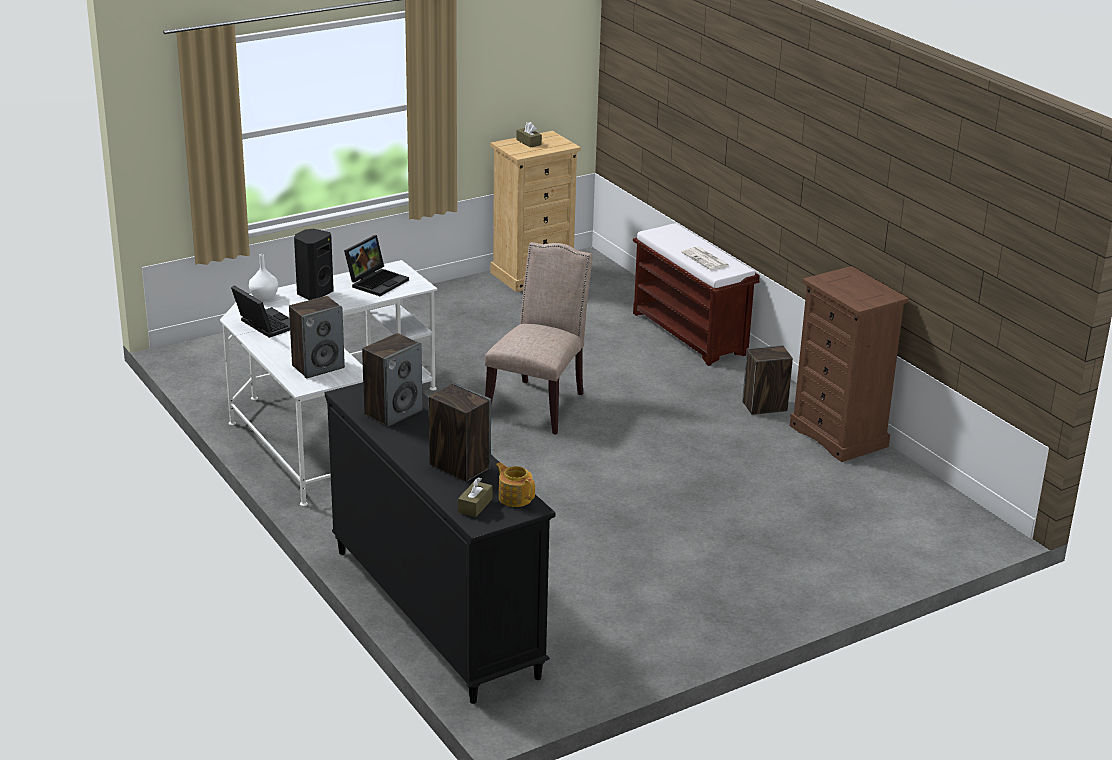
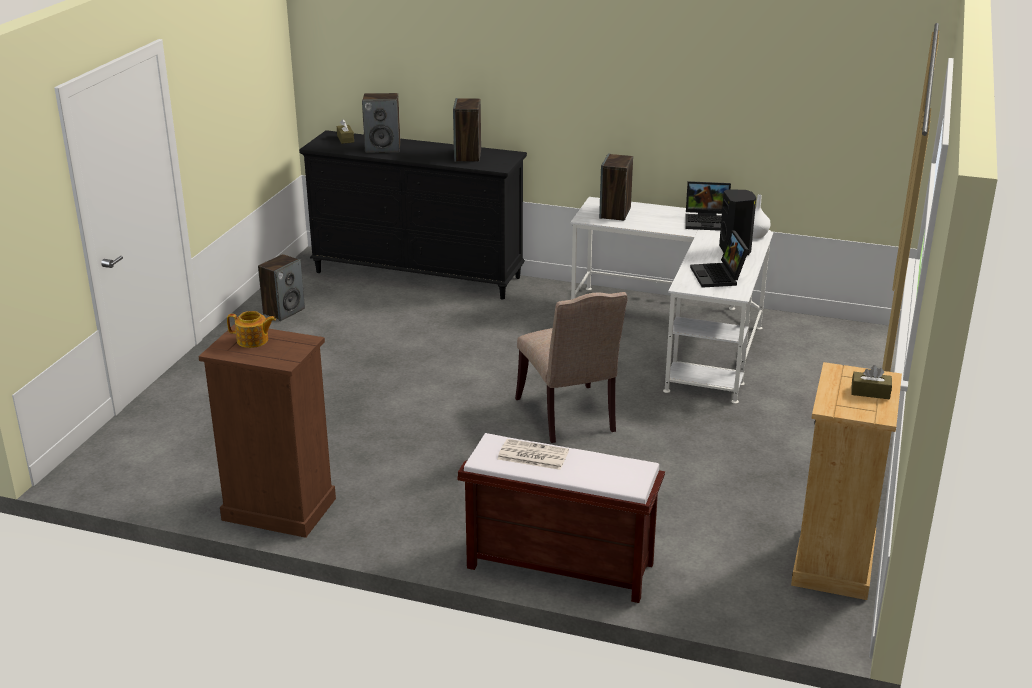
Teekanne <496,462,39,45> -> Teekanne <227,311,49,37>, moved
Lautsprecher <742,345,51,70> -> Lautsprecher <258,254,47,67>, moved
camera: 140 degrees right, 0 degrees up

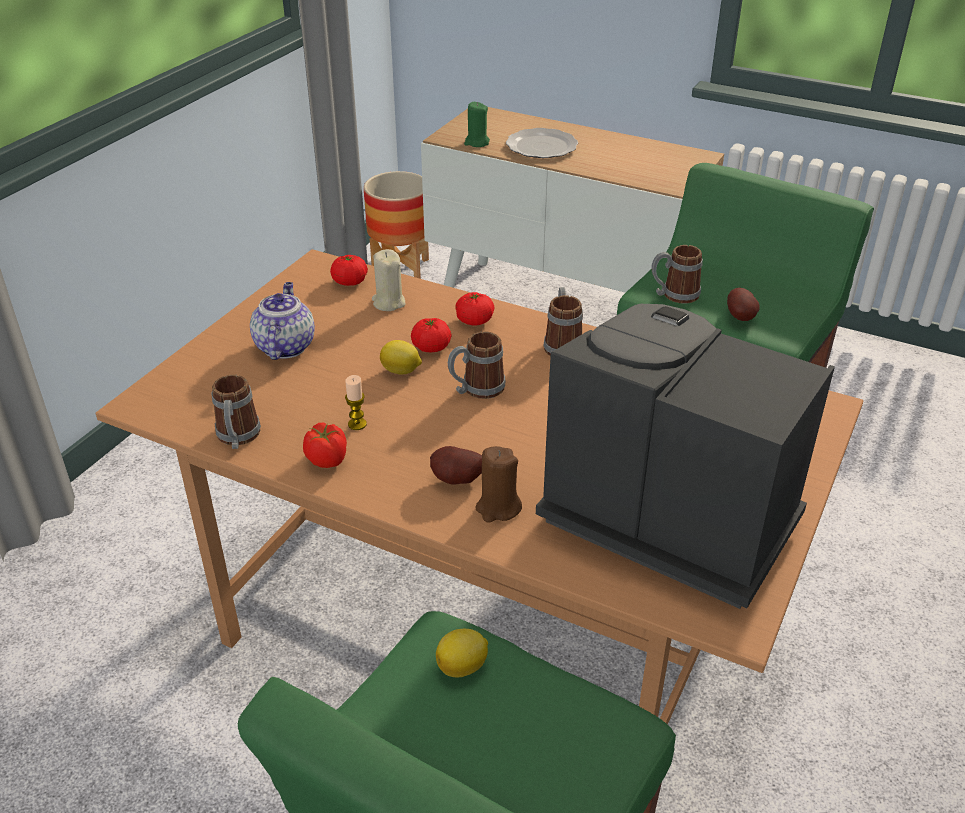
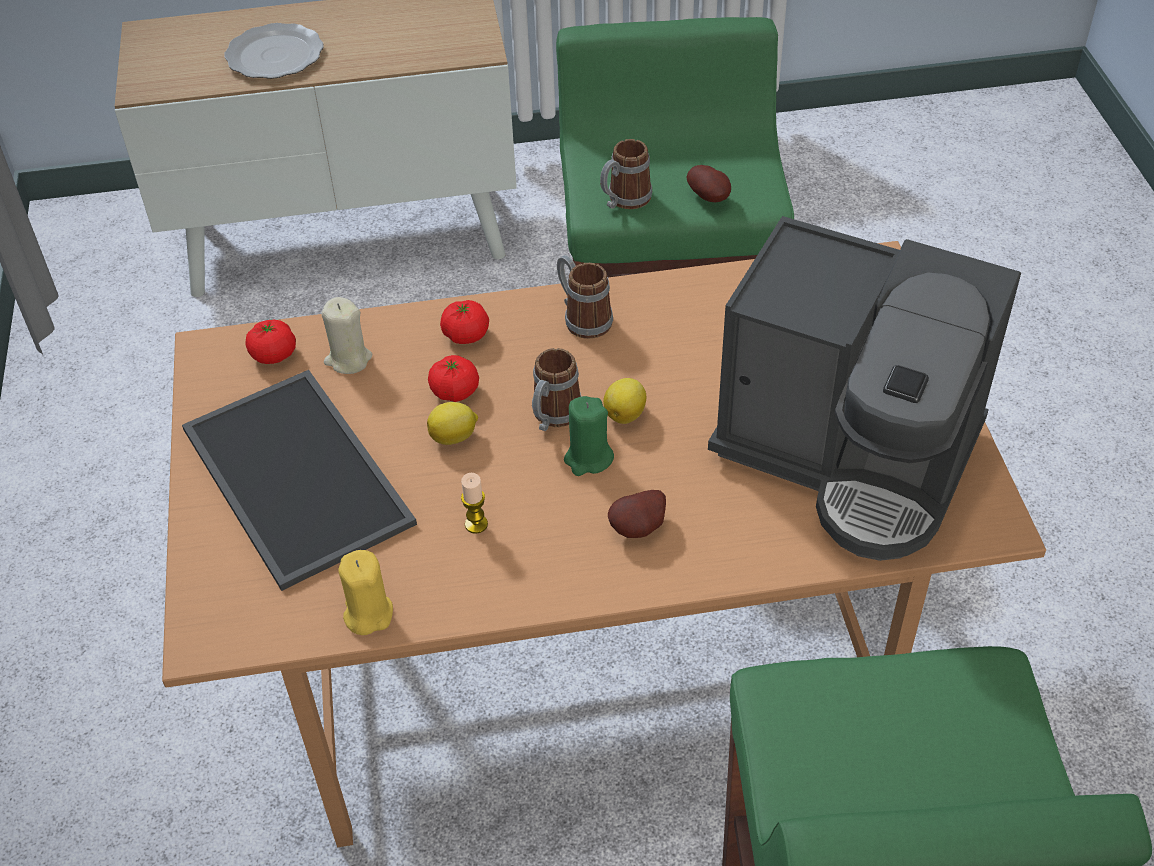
Tomate <303,423,44,45> -> none
Pflanzkübel <364,171,65,108> -> none
Kerze (braun) <475,446,47,77> -> none
Zitrone <436,629,52,48> -> Zitrone <603,378,44,46>, moved
Kerze (grün) <464,102,26,45> -> Kerze (grün) <564,396,50,80>, moved
Henkelbecher <211,374,50,75> -> Kerze (gelb) <338,550,55,85>
Teekanne <250,282,65,78> -> Tablett <182,370,235,221>
Kaffeemaschine <536,304,299,305> -> Kaffeemaschine <708,216,313,345>, 150 degrees counterclockwise
camera: 35 degrees left, 10 degrees up

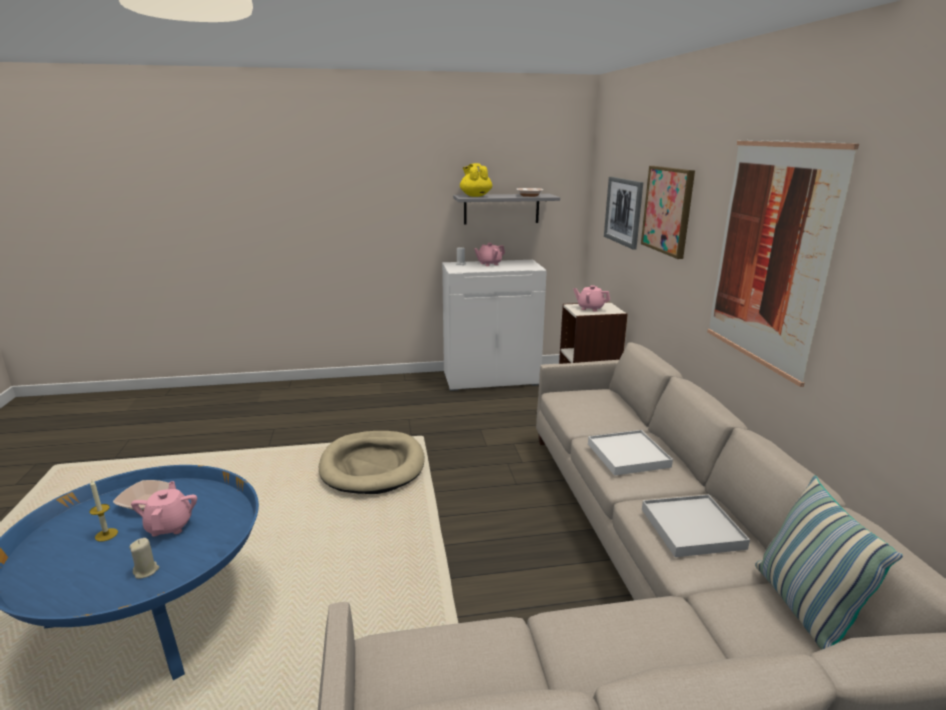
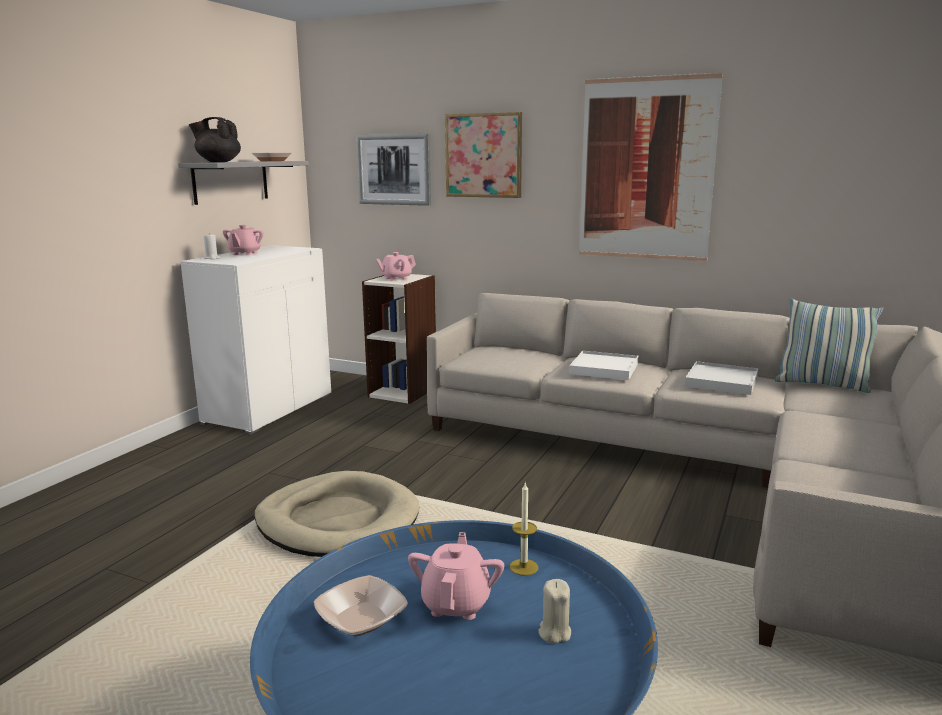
Kerze <89,479,29,63> -> Kerze <510,483,28,93>, moved
Teekanne (gelb) <460,163,32,34> -> Teekanne (schwarz) <189,117,52,45>
Teekanne (rosa) <131,481,66,56> -> Teekanne (rosa) <408,532,96,88>, 75 degrees clockwise
camera: 55 degrees left, 5 degrees down

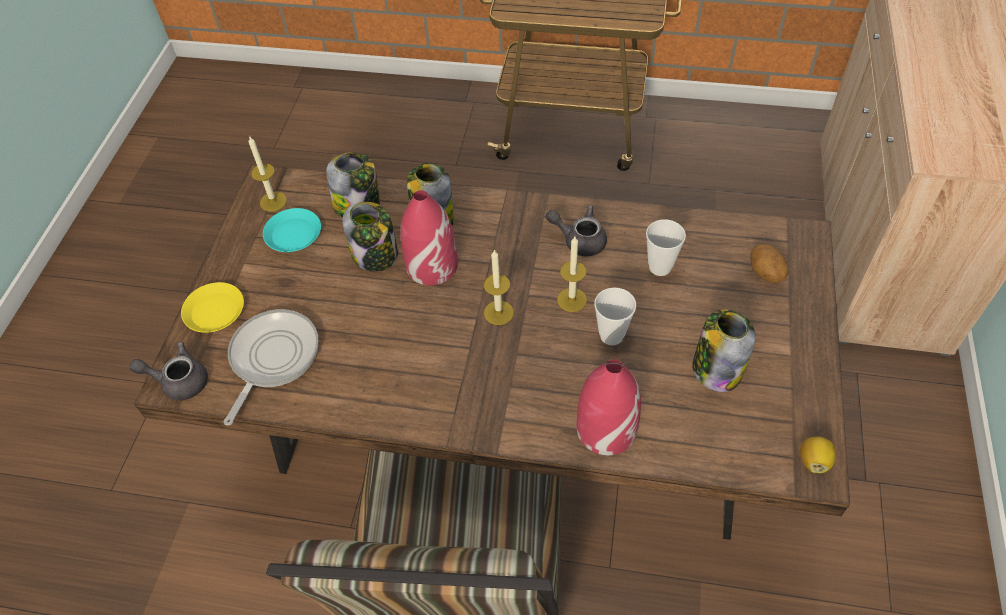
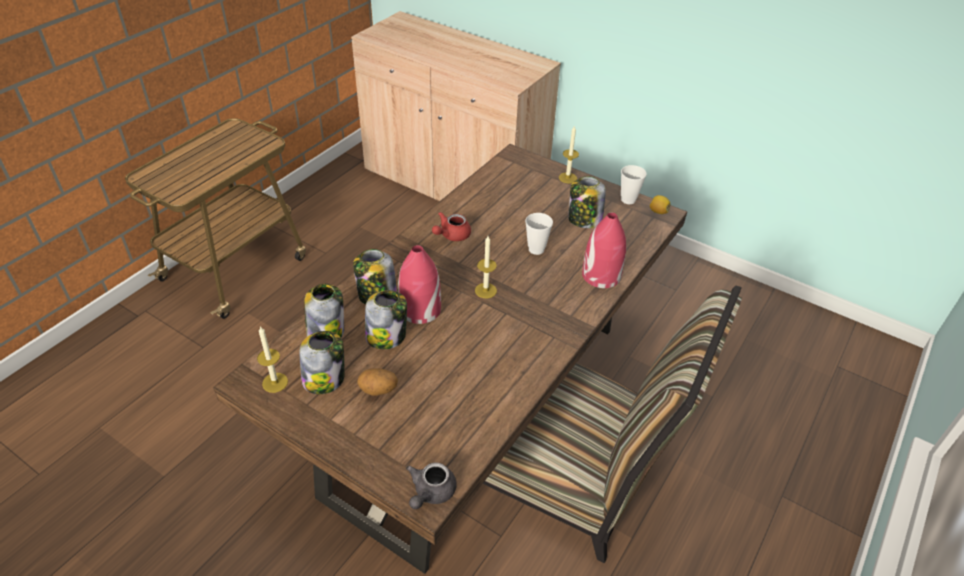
Teller (gelb) <181,282,63,51> -> none
Pfanne <224,309,94,117> -> none
Kerze <557,237,30,75> -> Kerze <559,125,20,58>, moved
Tasse <646,219,40,57> -> Tasse <621,165,26,39>, moved
Kartoffel <750,244,38,39> -> Kartoffel <357,368,41,28>, moved
Teller (türkis) <263,208,58,44> -> Vorratsglas <300,331,45,63>
Teekanne (grau) <546,205,61,52> -> Teekanne (rot) <432,212,39,29>
camera: 70 degrees left, 10 degrees down

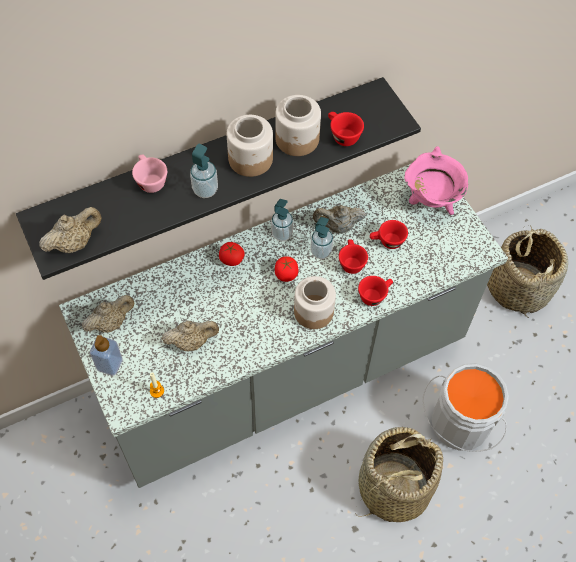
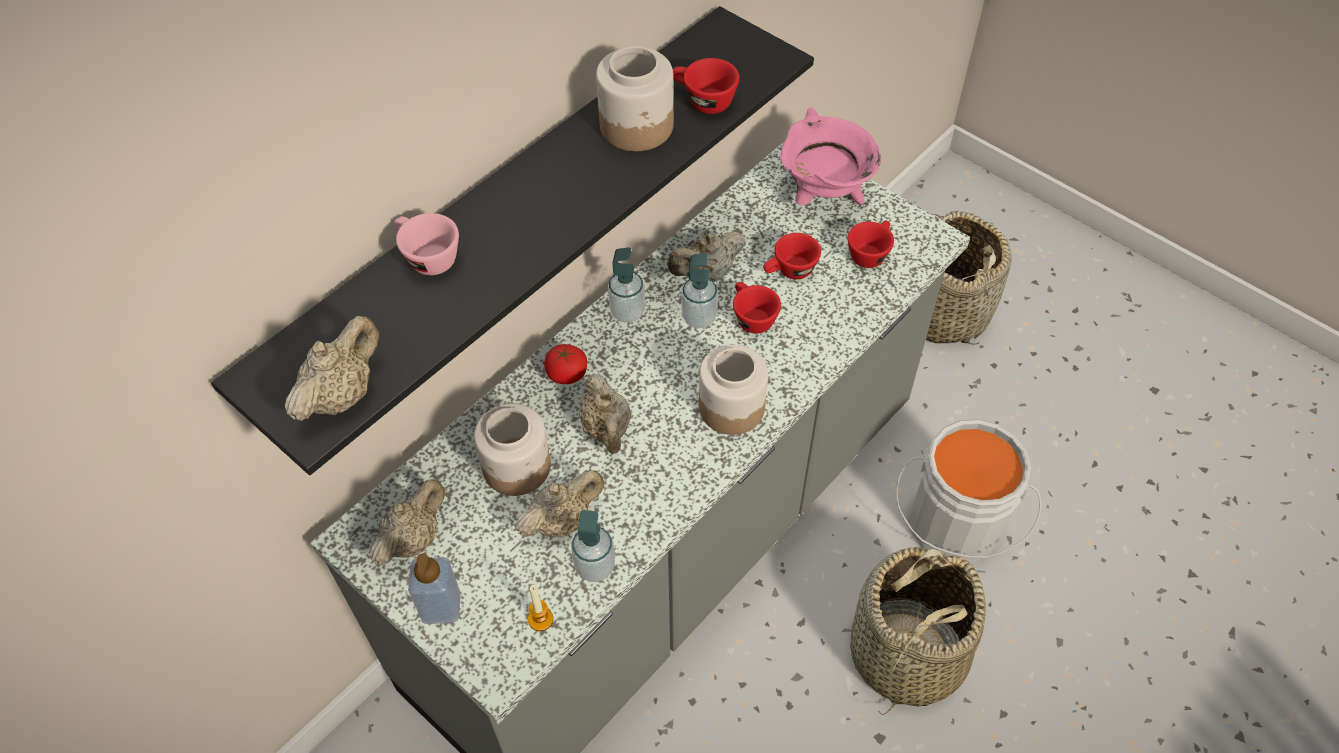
Tomate <275,256,23,26> -> none
none -> Teekanne (beige) <579,374,53,80>
Seifenspender <190,144,28,54> -> Seifenspender <571,510,44,72>, moved
Vorratsglas <227,115,46,62> -> Vorratsglas <474,403,77,93>, moved
Tasse (rot) <358,276,35,30> -> Tasse (rot) <848,220,46,48>, moved
camera: 20 degrees left, 5 degrees down

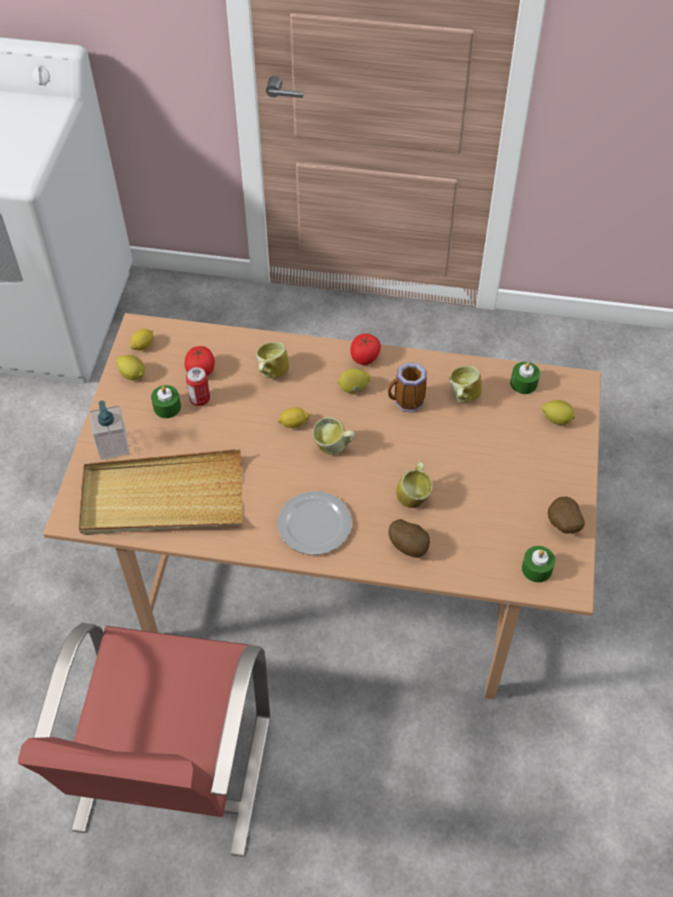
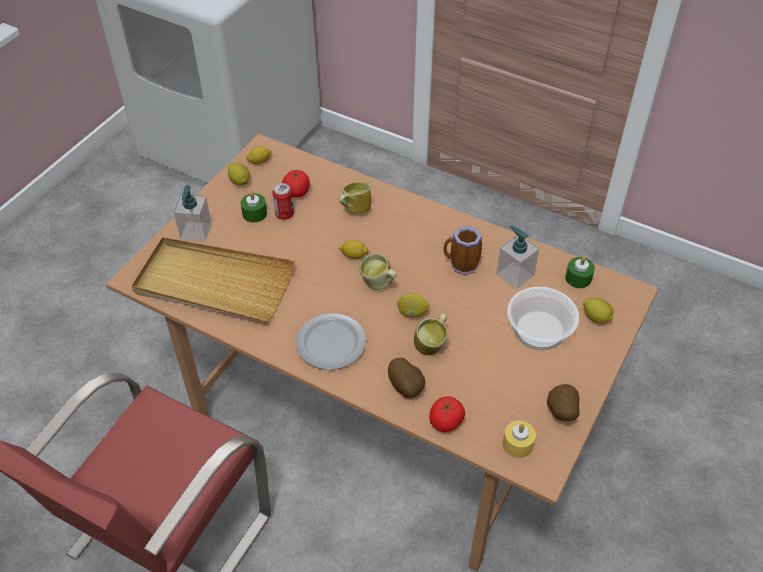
none -> Schüssel <507,287,72,64>
Zitrone <337,369,34,24> -> Zitrone <397,293,33,25>, moved
Tomate <350,333,31,32> -> Tomate <429,397,36,35>, moved
Henkelbecher <449,366,33,37> -> Seifenspender <496,226,43,63>
Kerze (grün) <522,546,33,37> -> Kerze (gelb) <503,421,33,37>
camera: 20 degrees right, 5 degrees down

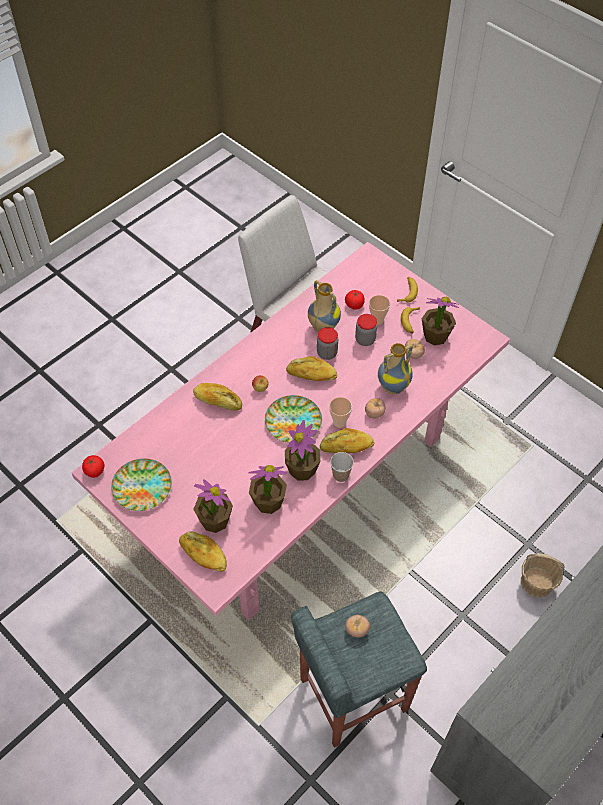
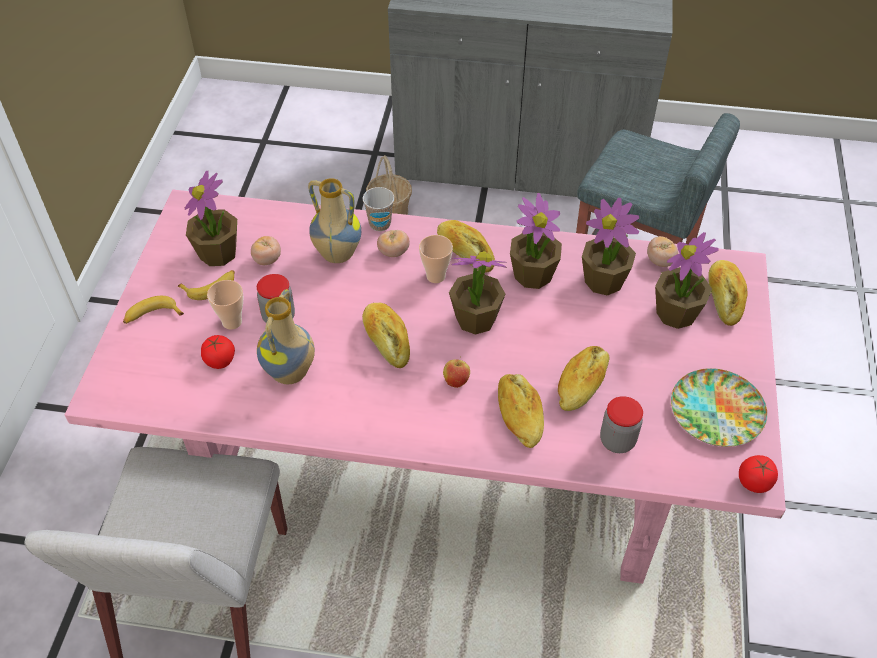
none -> Brot <558,346,51,65>
Vorratsglas <317,327,21,33> -> Vorratsglas <600,396,43,57>, moved
Tasse <330,452,24,30> -> Tasse <363,187,31,44>, moved
Tomate <345,615,25,23> -> Tomate <647,236,31,31>, moved
Teller <265,395,57,48> -> Topfpflanze <449,251,58,84>
camera: 125 degrees left, 5 degrees down

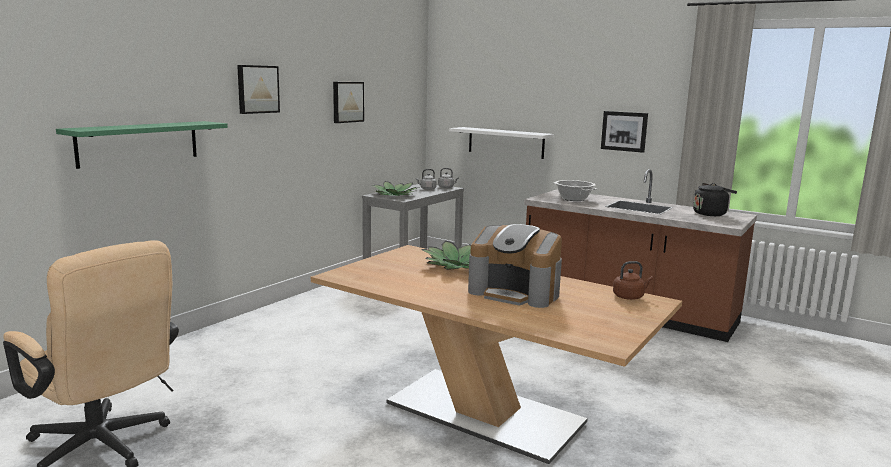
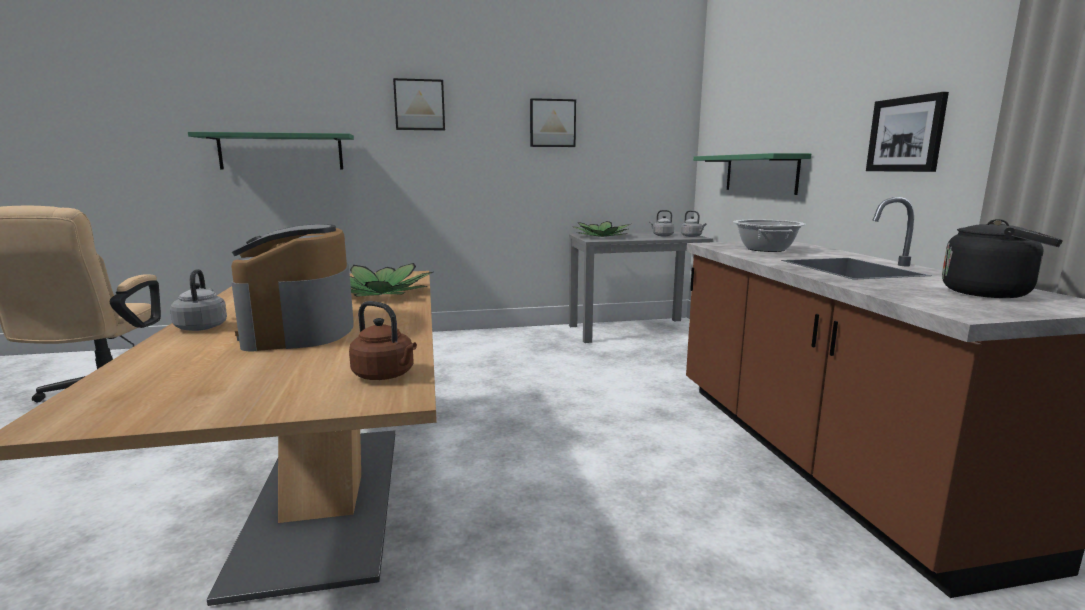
none -> Wasserkessel (grau) <170,269,57,62>
Wandregal (weiß) <449,127,105,32> -> Wandregal (grün) <693,153,118,42>
camera: 45 degrees right, 0 degrees up

